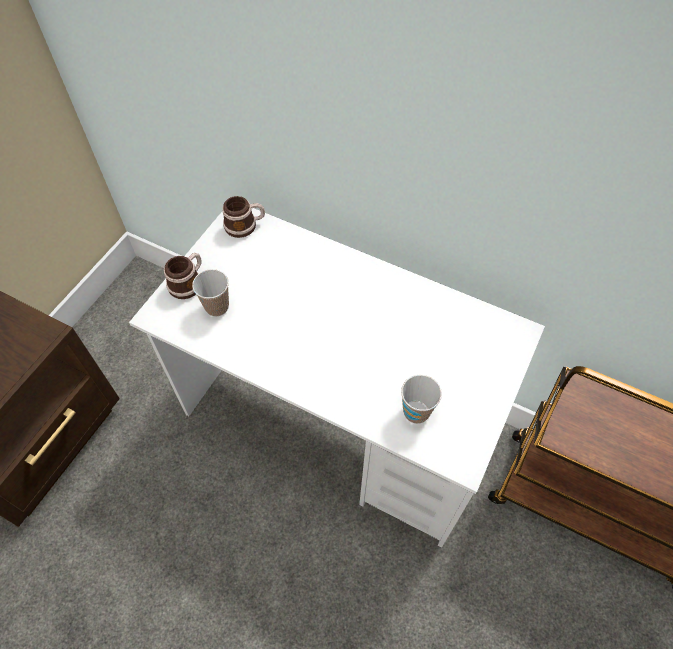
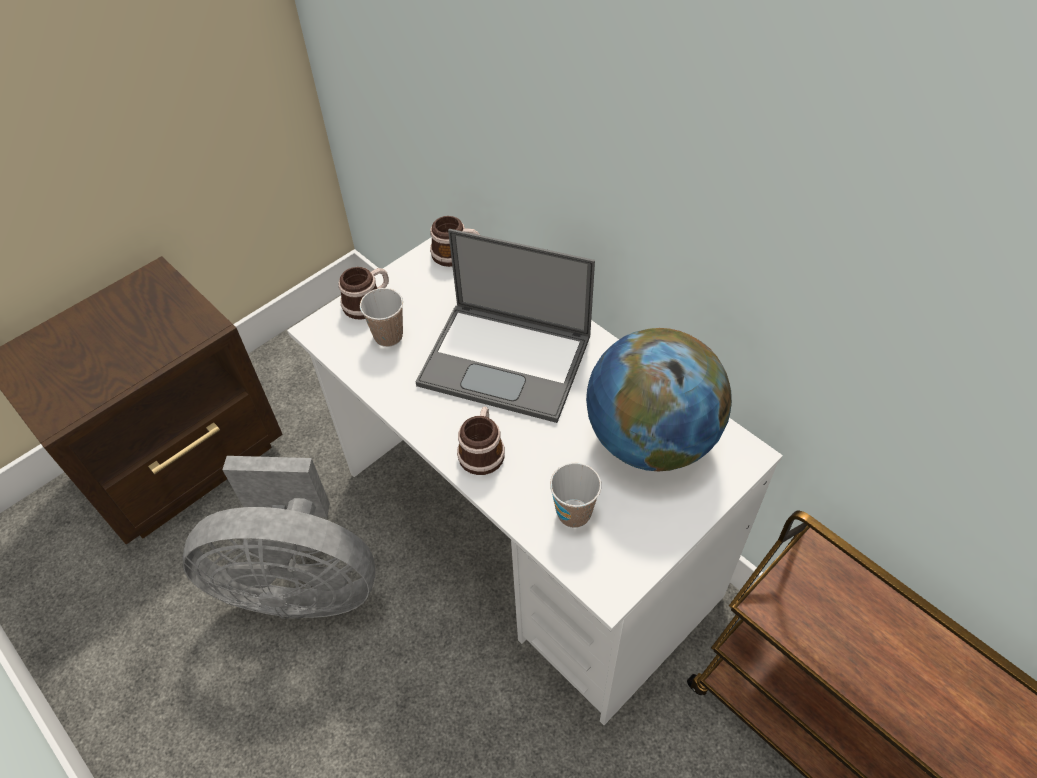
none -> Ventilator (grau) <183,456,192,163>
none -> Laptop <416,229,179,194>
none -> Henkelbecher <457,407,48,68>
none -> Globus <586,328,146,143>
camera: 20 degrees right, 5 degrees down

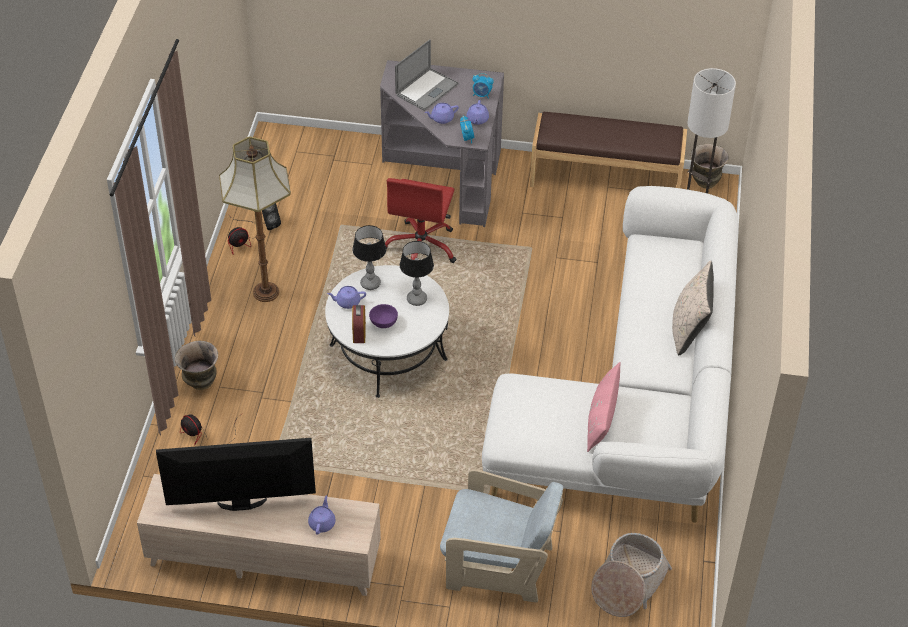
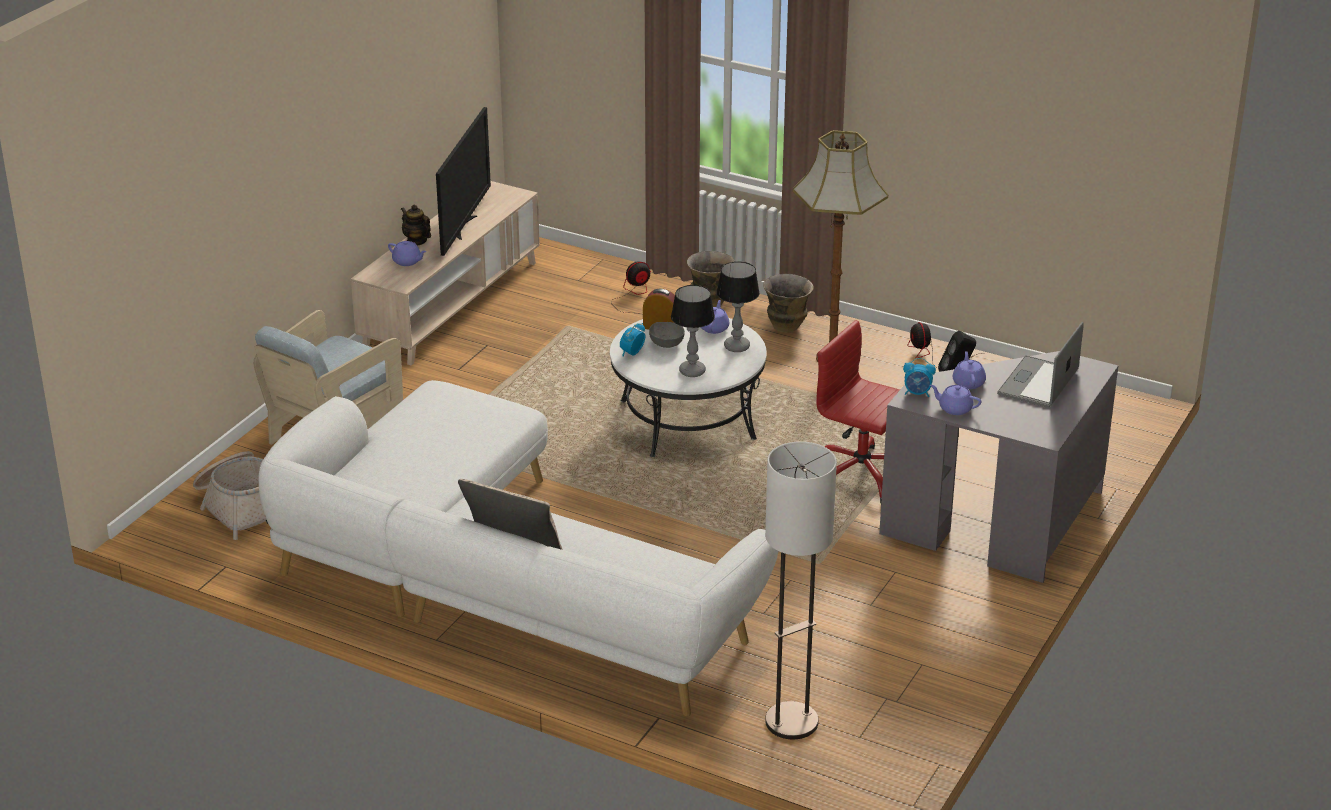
Bank (braun) <530,112,157,76> -> none
Kissen (rosa) <587,362,34,90> -> none
none -> Teekanne <401,204,30,42>
Wecker <472,73,22,26> -> Wecker <620,323,25,33>, moved
Vase <690,144,39,45> -> Vase <763,274,50,58>, moved
Schüssel (lila) <369,304,29,24> -> Schüssel (grau) <649,322,36,26>
Laptop <395,40,63,71> -> Laptop <997,322,87,86>, 60 degrees clockwise
camera: 110 degrees right, 15 degrees down

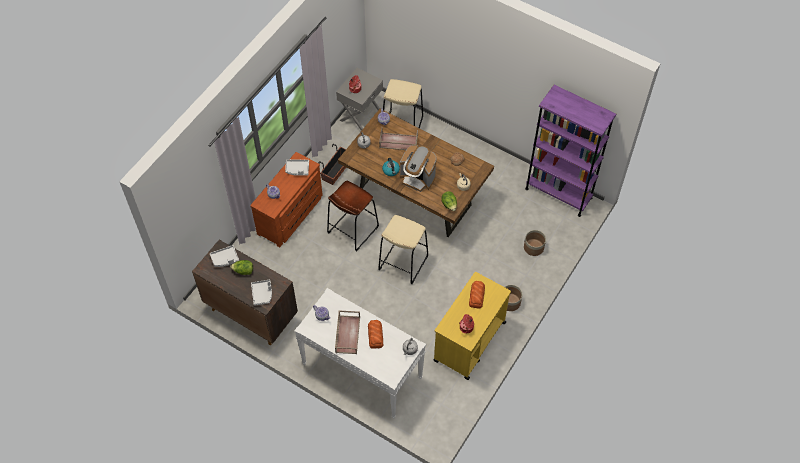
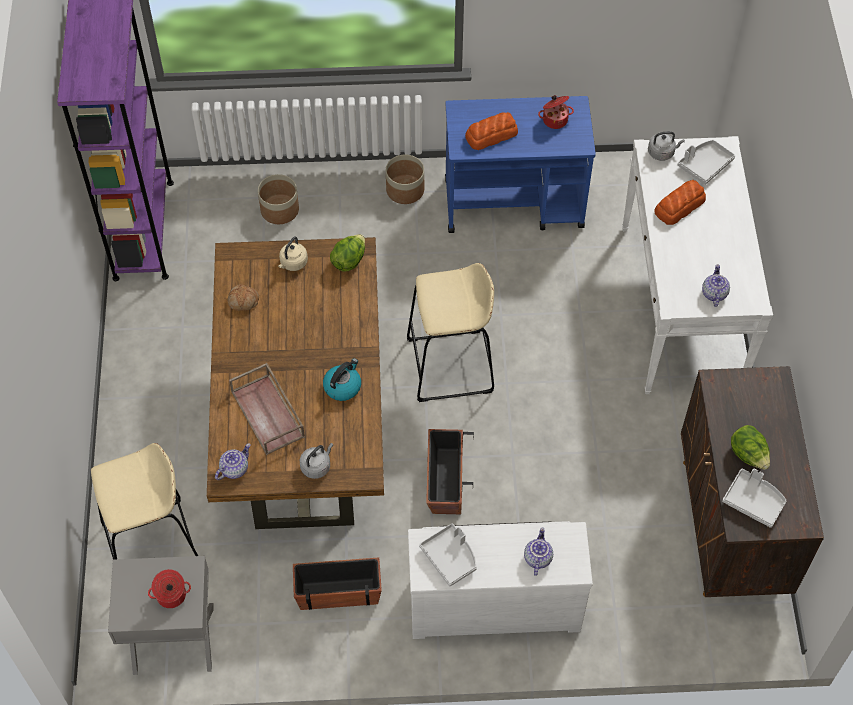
Tablett (braun) <335,310,25,44> -> none
Kaffeemaschine <400,145,36,47> -> none
Tablett (grau) <251,280,21,26> -> Tablett (grau) <678,140,57,45>, moved
Hocker (braun) <327,181,52,70> -> Pflanzkübel <426,429,48,85>
Kommode (braun) <250,152,73,95> -> Kommode (weiß) <408,521,185,118>
Rollwagen (gelb) <434,272,77,108> -> Rollwagen (blau) <445,96,151,137>
camera: 125 degrees left, 0 degrees up

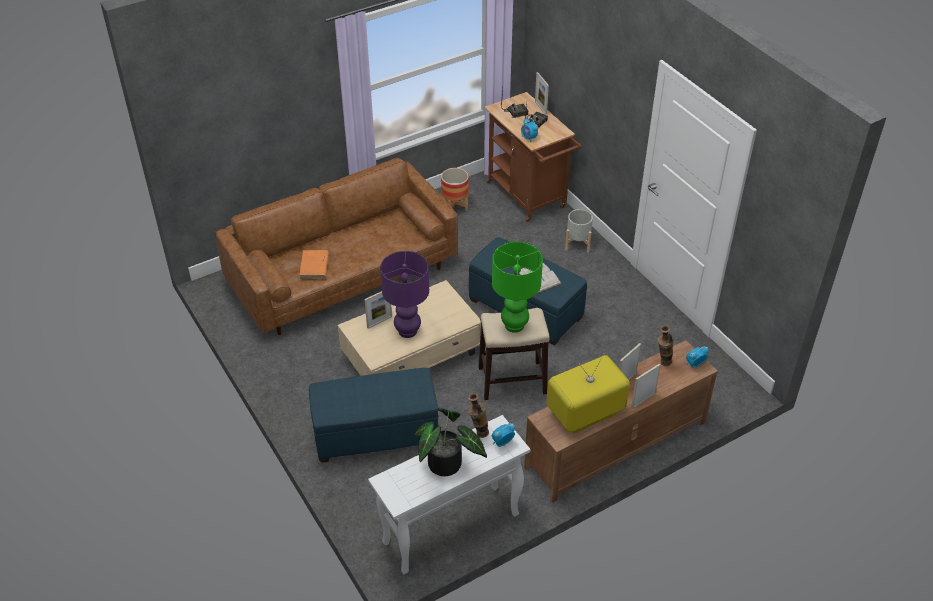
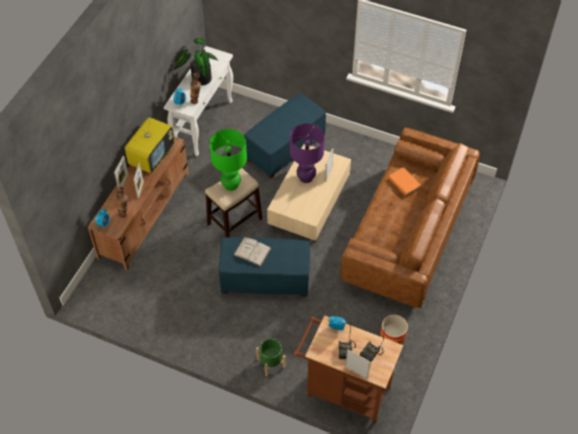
Pflanzkübel (grau) <565,209,28,44> -> Pflanzkübel (grün) <256,338,30,38>
camera: 145 degrees right, 10 degrees up

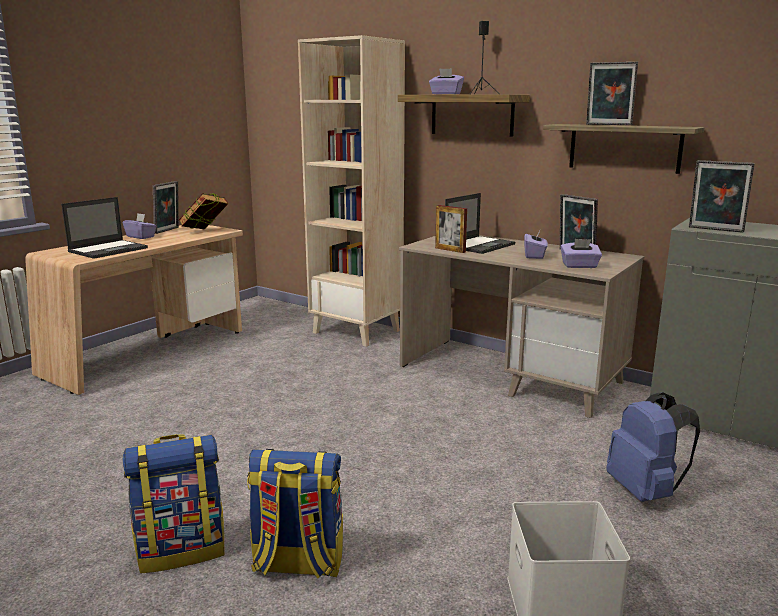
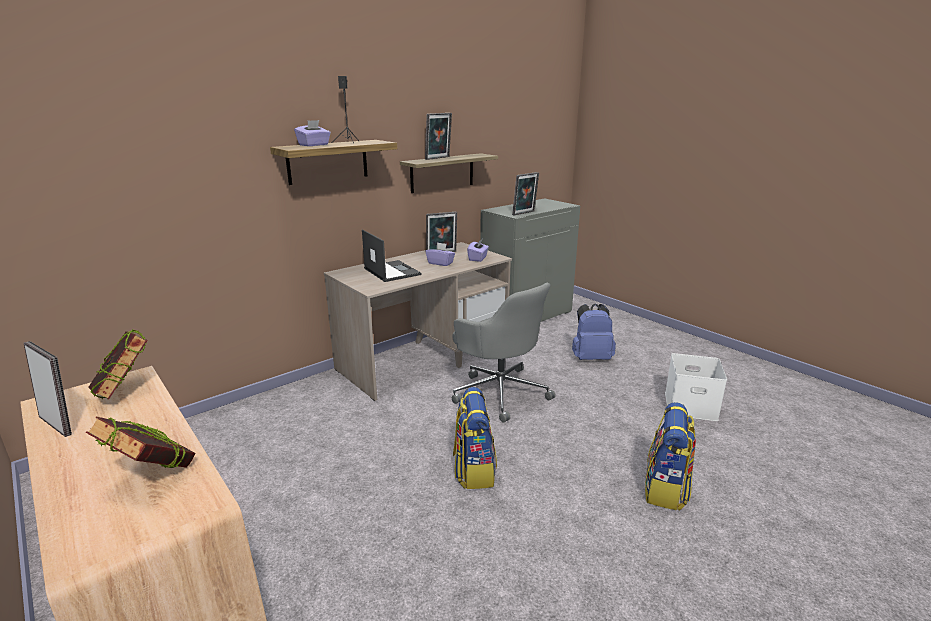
Taschentuchbox (lila) <123,213,34,26> -> none
Bücherregal (beige) <298,35,107,312> -> none
Bilderrahmen <435,205,32,48> -> none
none -> Bürostuhl (grau) <452,283,104,140>
Rucksack <123,434,101,139> -> Rucksack <453,387,44,102>, moved
Laptop <61,197,87,62> -> Buch <85,417,110,51>
camera: 75 degrees left, 5 degrees up

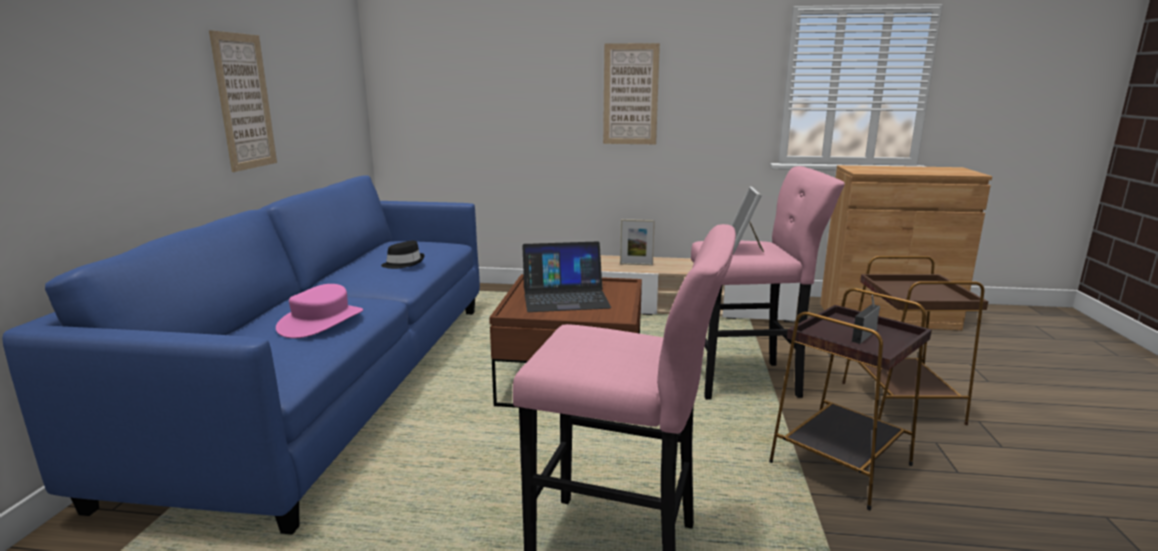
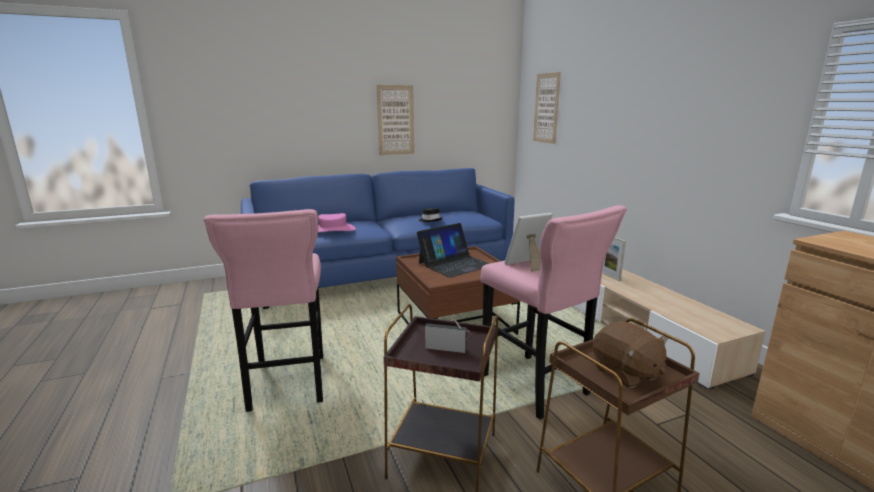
none -> Plüschtier (braun) <593,321,75,67>
Bild <603,43,57,101> -> Bild <533,72,28,72>, moved
Laptop <522,241,89,71> -> Laptop <417,223,73,55>, 90 degrees counterclockwise
camera: 60 degrees right, 0 degrees up

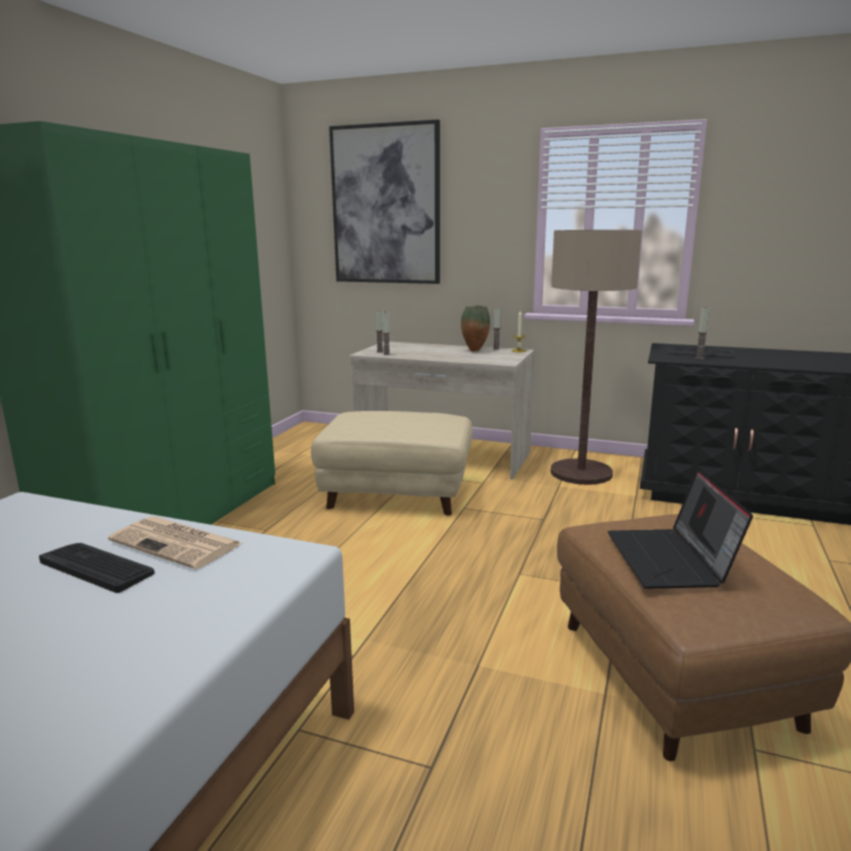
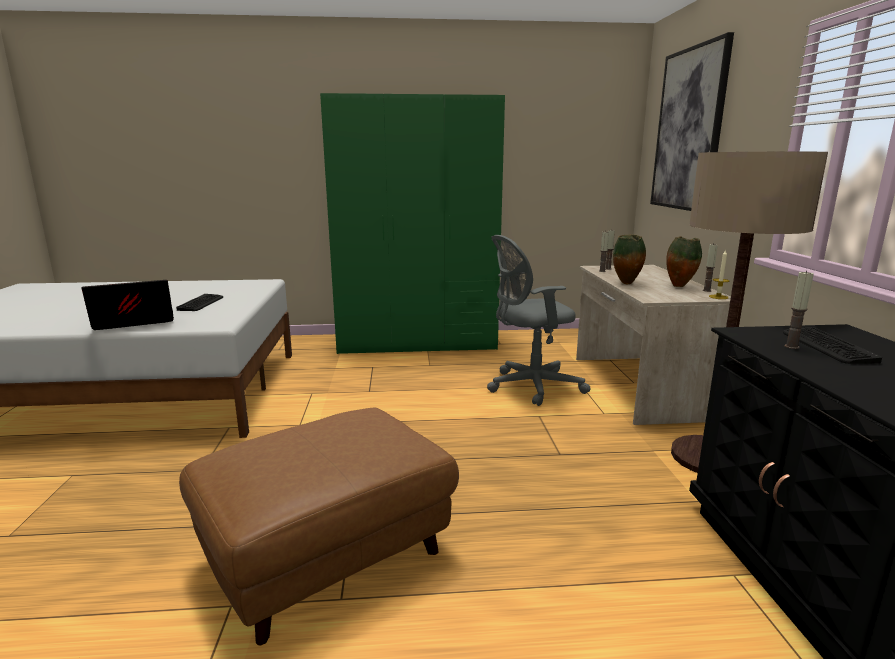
Zeitung <108,516,135,53> -> none
none -> Vase <613,235,33,49>
Laptop <608,469,145,120> -> Laptop <81,280,93,50>, moved
Polsterhocker (beige) <311,411,162,105> -> Bürostuhl (grau) <487,235,104,171>
camera: 65 degrees right, 0 degrees up

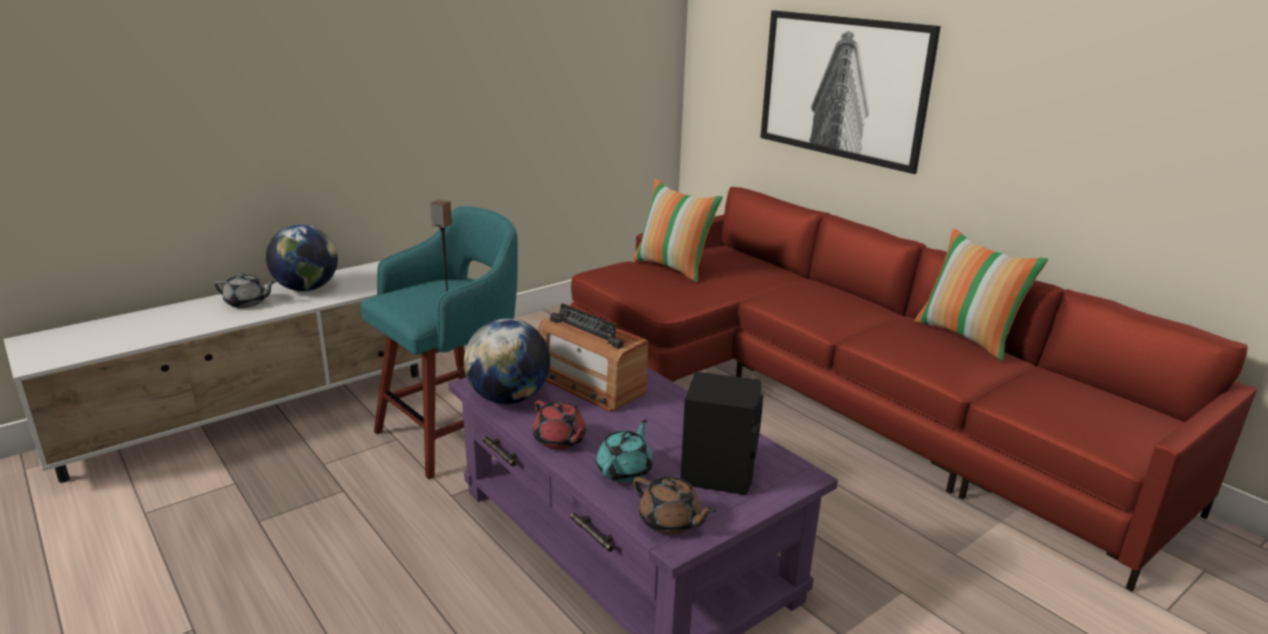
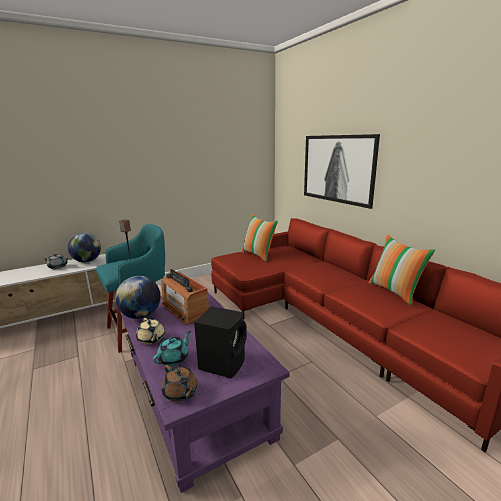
Teekanne (rot) <532,400,56,49> -> Teekanne (beige) <136,318,29,27>
camera: 10 degrees right, 5 degrees down

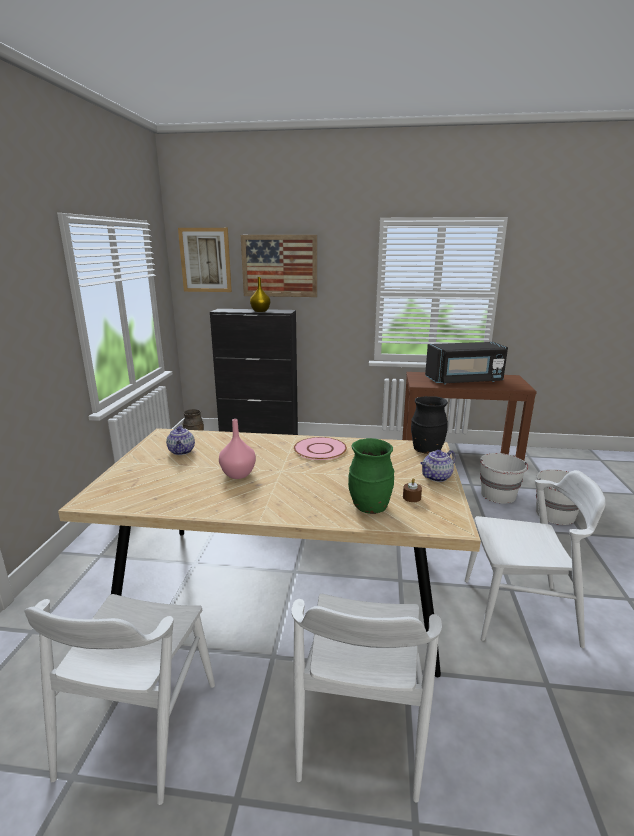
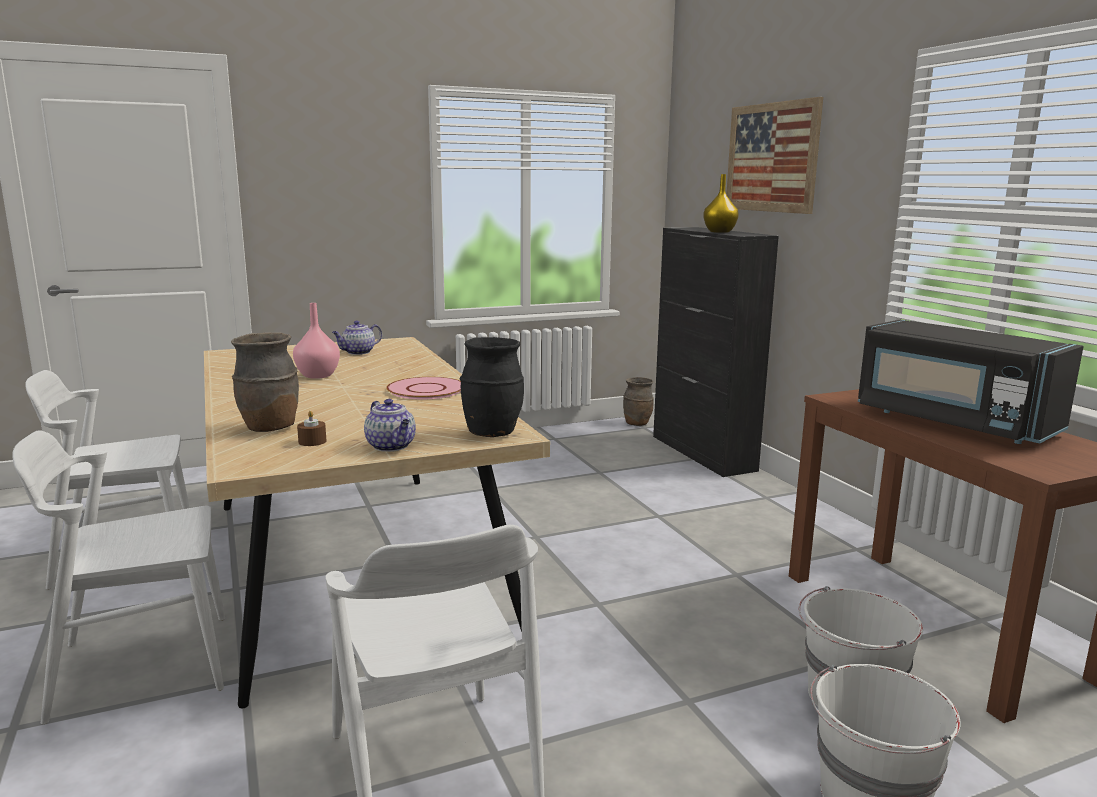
Bild <178,228,54,64> -> none
Vase (grün) <348,438,46,76> -> Vase (braun) <231,332,68,100>
Teekanne <420,450,35,32> -> Teekanne <364,399,52,53>, 150 degrees counterclockwise
camera: 60 degrees right, 5 degrees down

